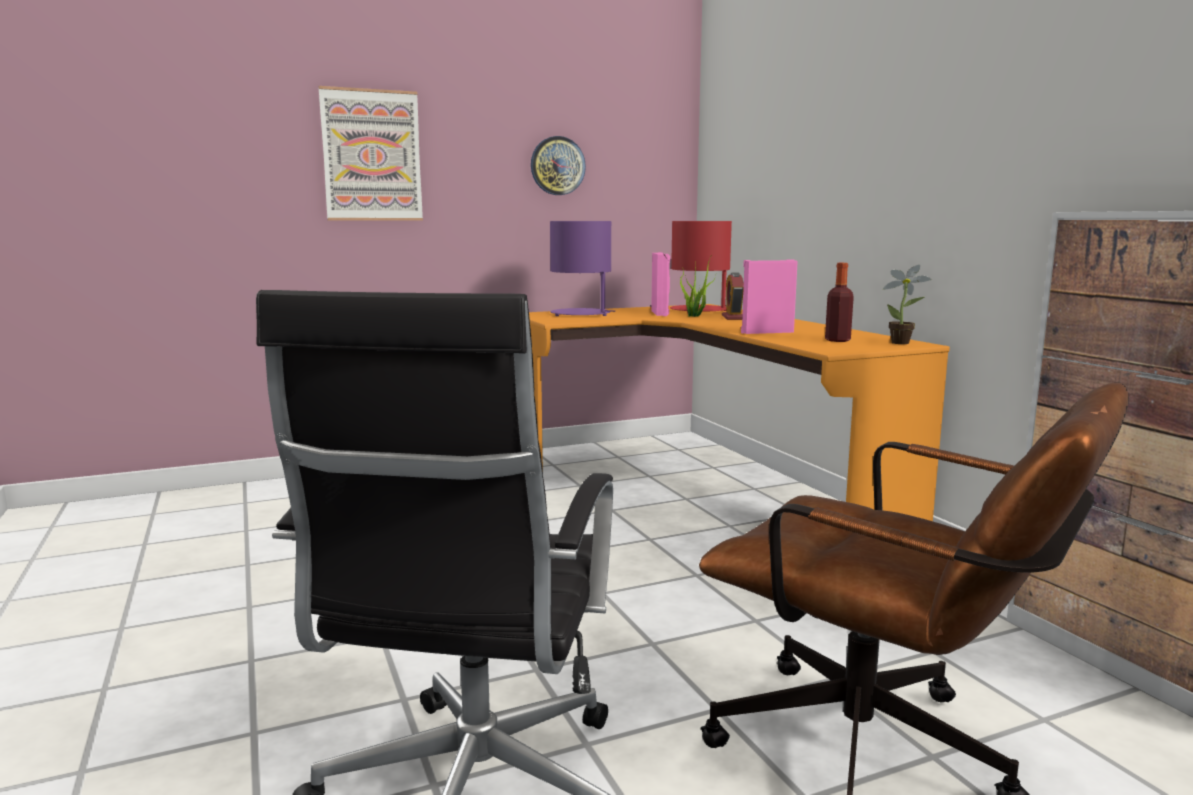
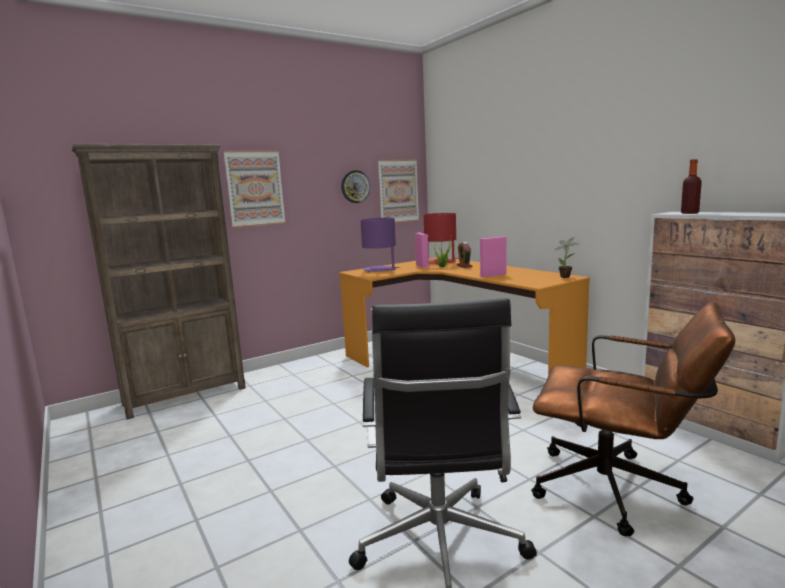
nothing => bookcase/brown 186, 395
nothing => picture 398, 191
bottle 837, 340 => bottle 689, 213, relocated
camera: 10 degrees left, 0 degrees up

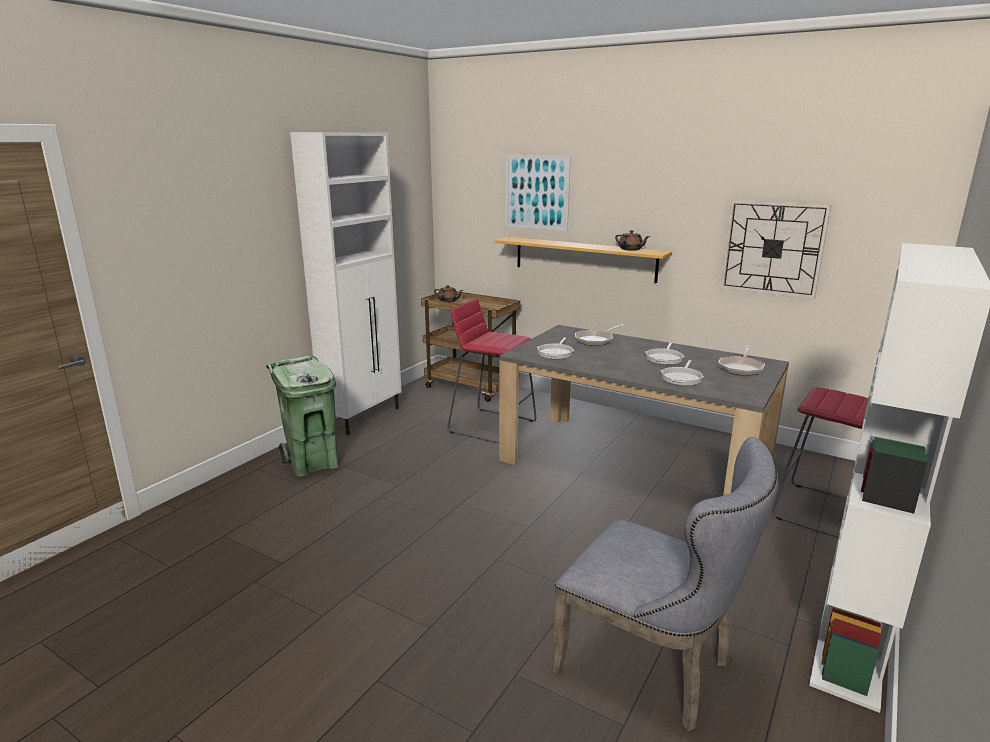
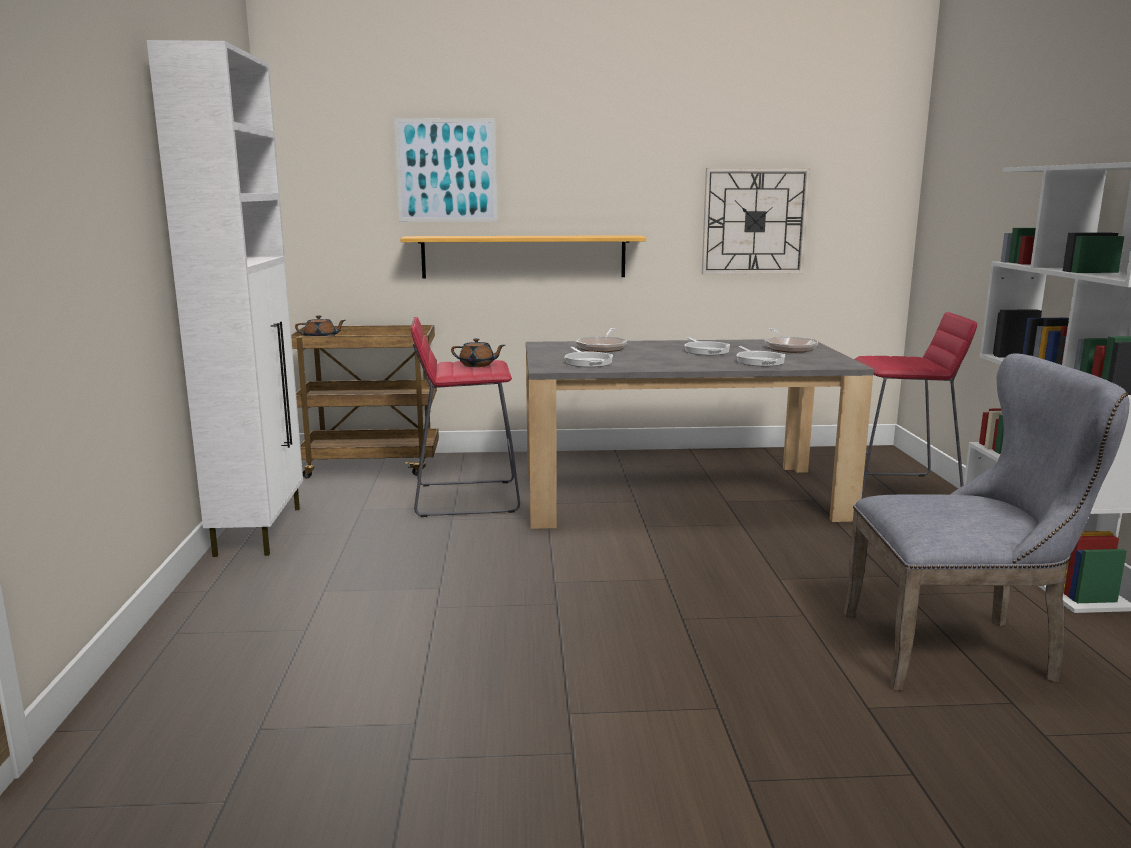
teapot/brown 630, 249 => teapot/brown 478, 365, relocated
trash can/green 312, 463 => nothing
camera: 35 degrees left, 5 degrees down

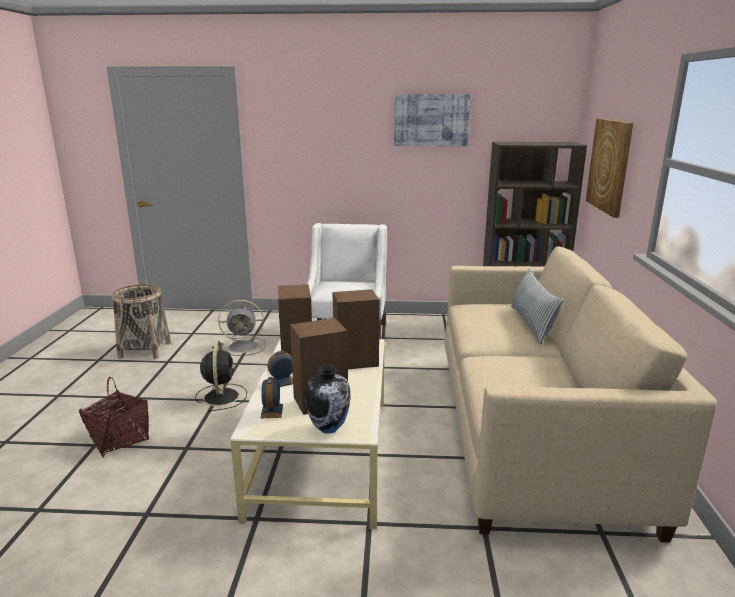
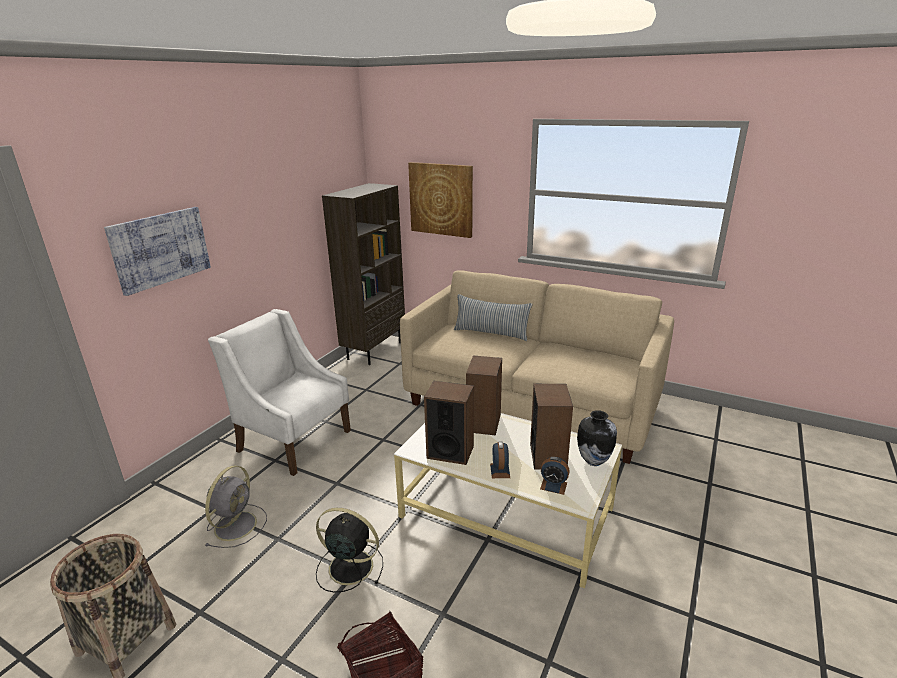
picture 431, 120 => picture 160, 249, relocated
camera: 65 degrees left, 5 degrees up

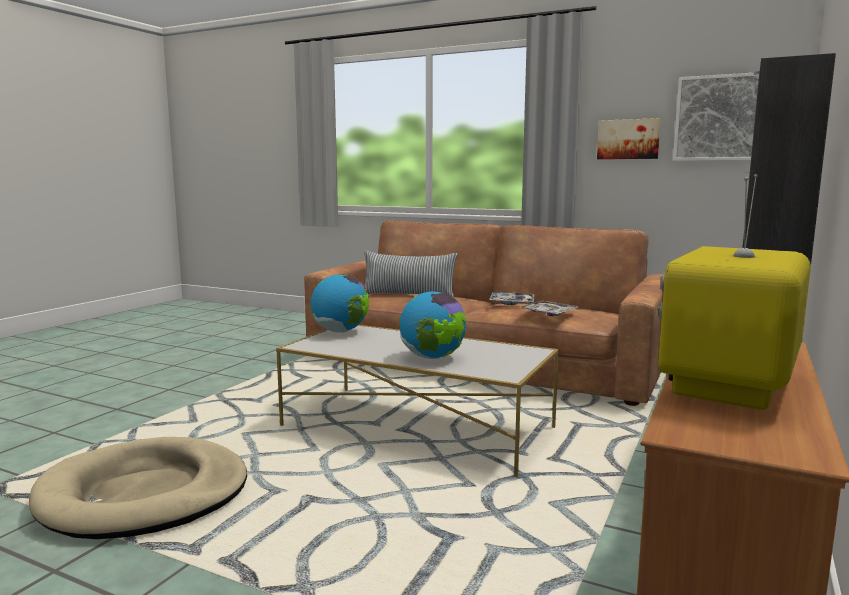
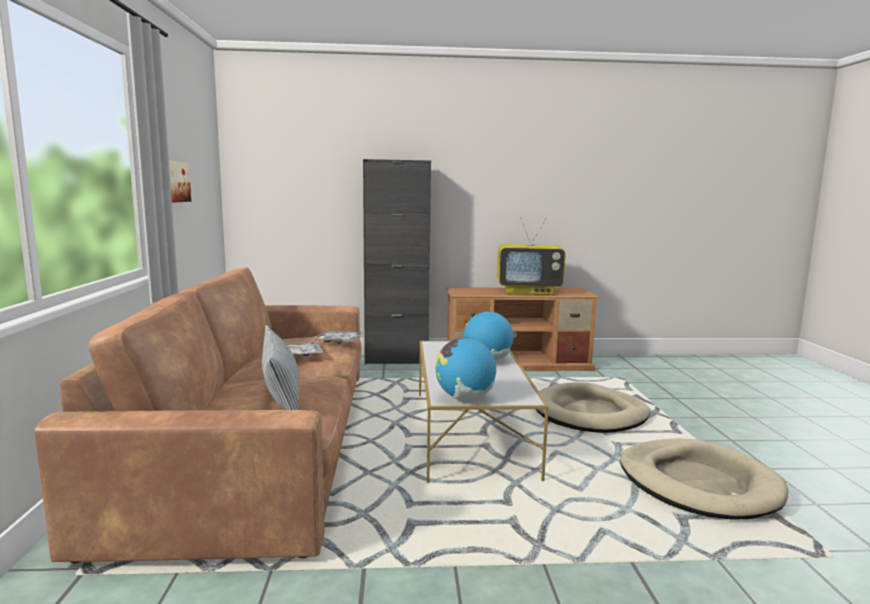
nothing => dog bed/beige 589, 413
picture 720, 118 => nothing
camera: 120 degrees left, 0 degrees up

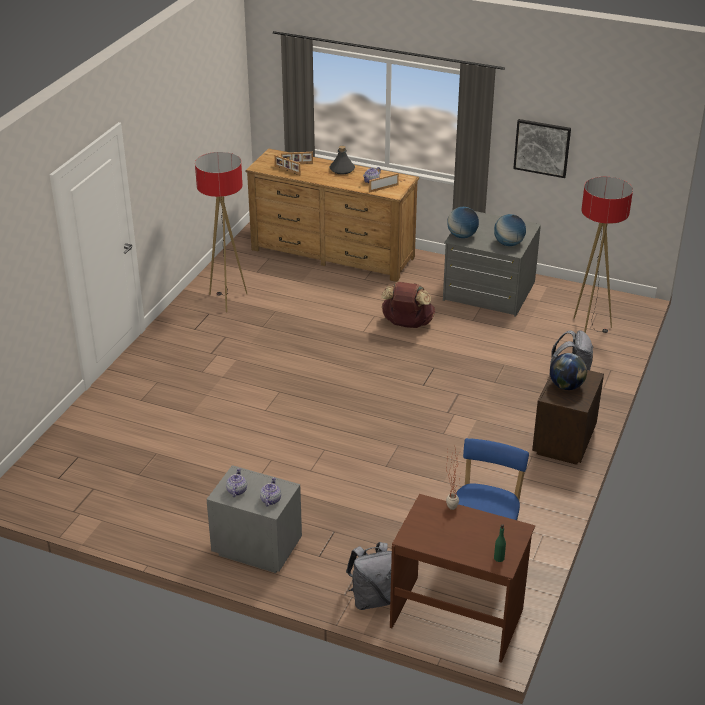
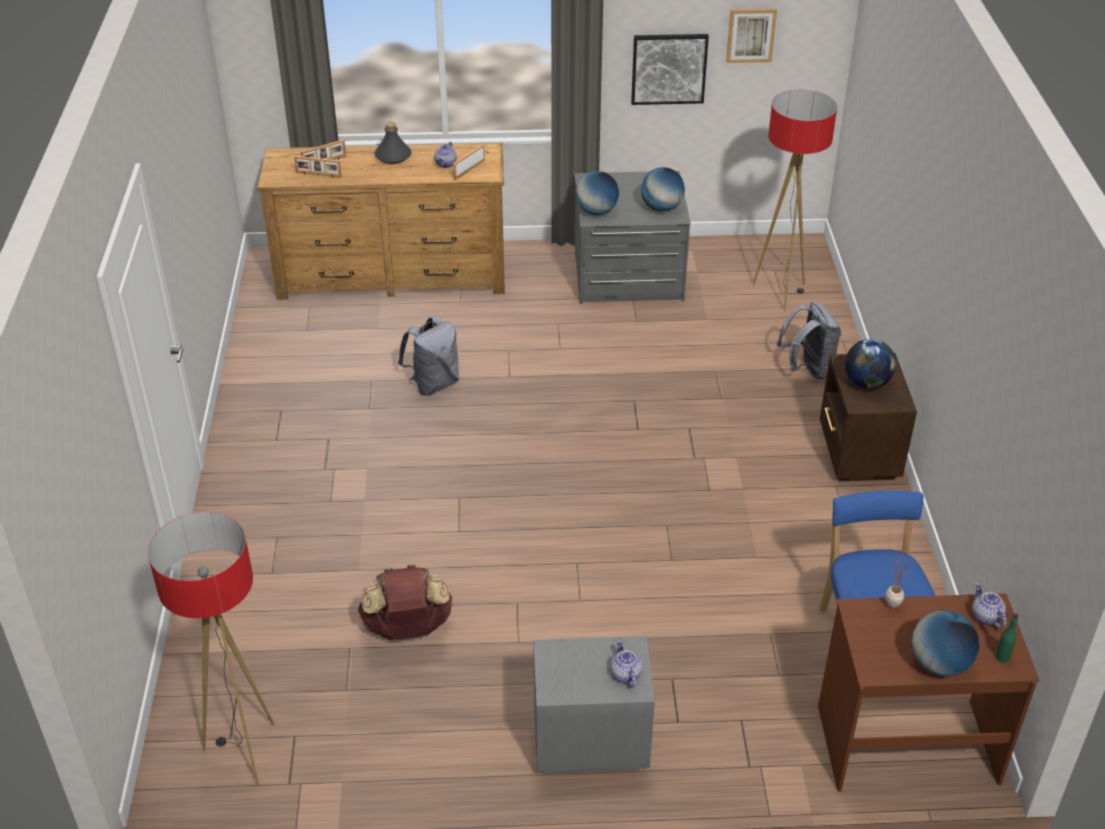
floor lamp 227, 300 => floor lamp 244, 752, relocated
backpack/brown 407, 324 => backpack/brown 408, 629, relocated
backpack/grey 372, 599 => backpack/grey 433, 384, relocated
nothing => picture 750, 34
nothing => globe 939, 664
teapot 236, 490 => teapot 985, 616, relocated
camera: 25 degrees left, 5 degrees up

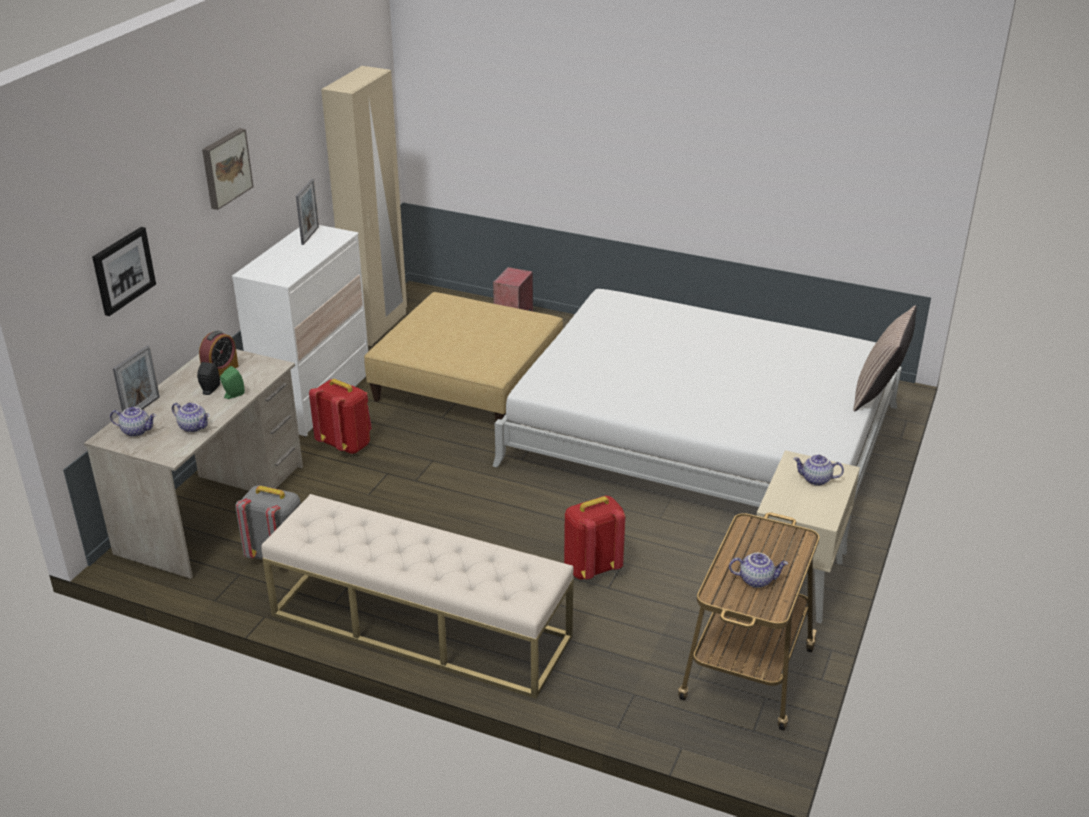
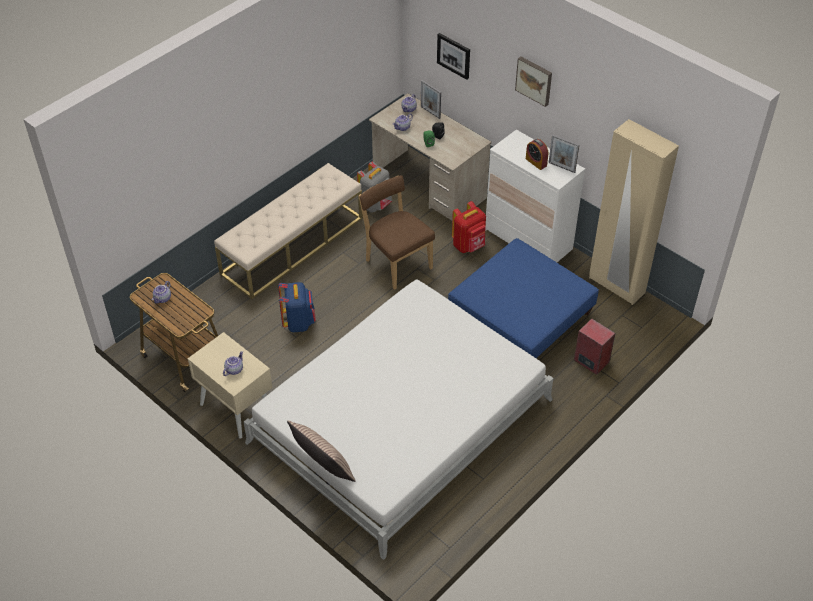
backpack/red 591, 568 => backpack/blue 298, 322
nothing => chair/brown 396, 262
ottoman/beige 467, 382 => ottoman/blue 520, 316
alarm clock 220, 371 => alarm clock 536, 162, relocated
camera: 110 degrees right, 15 degrees up

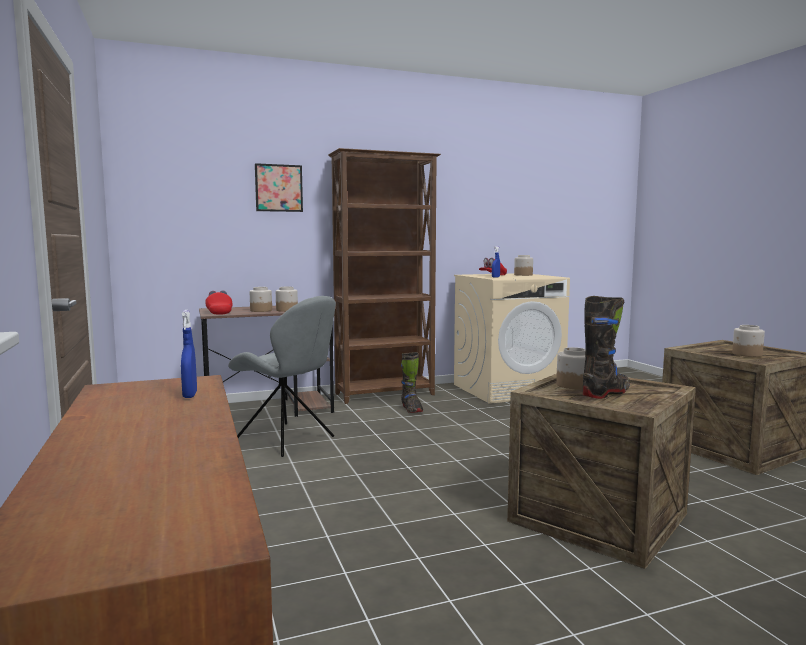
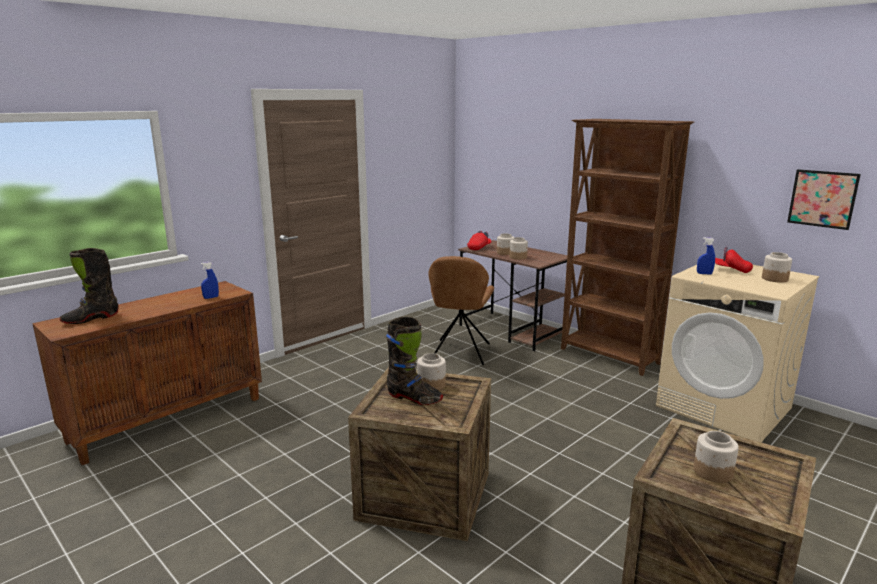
boot/black 411, 409 => boot/black 91, 319, relocated
chair/grey 286, 440 => chair/brown 460, 353
picture 279, 188 => picture 822, 199, relocated
camera: 65 degrees right, 10 degrees up

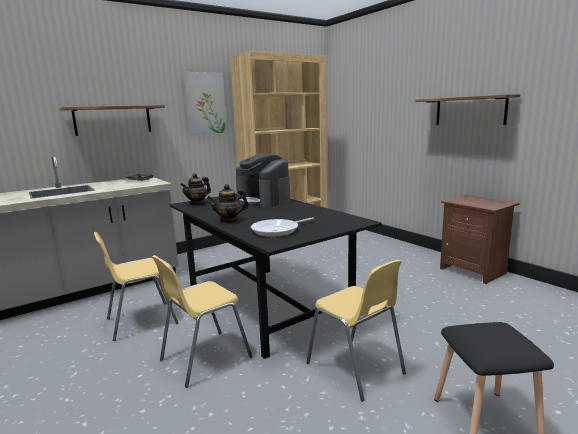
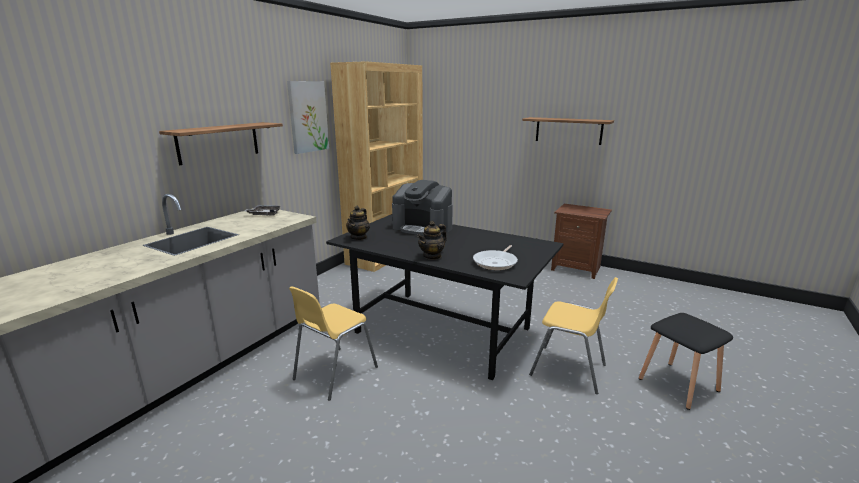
chair/yellow 204, 358 => nothing
camera: 25 degrees left, 5 degrees up

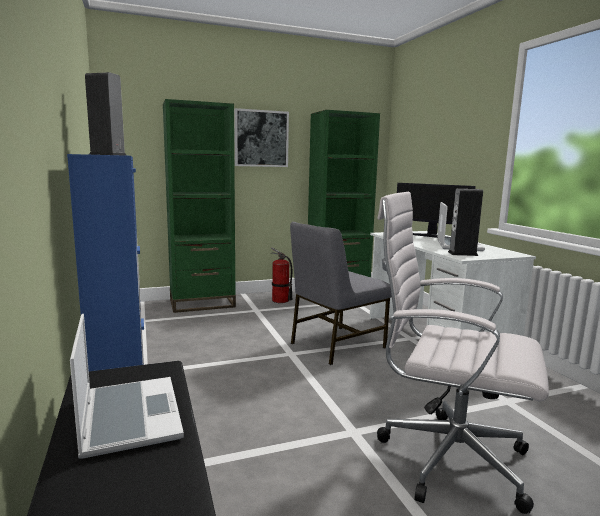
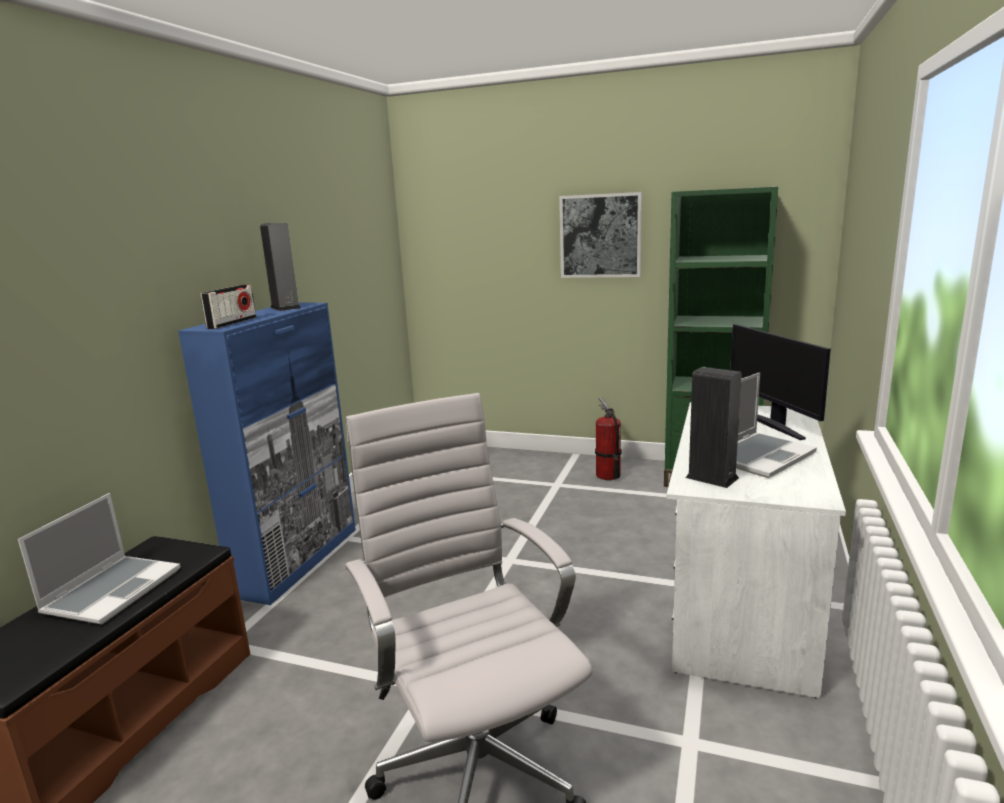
nothing => radio 232, 323
bookcase/green 202, 303 => nothing
chair/grey 335, 345 => nothing
camera: 40 degrees right, 5 degrees up

